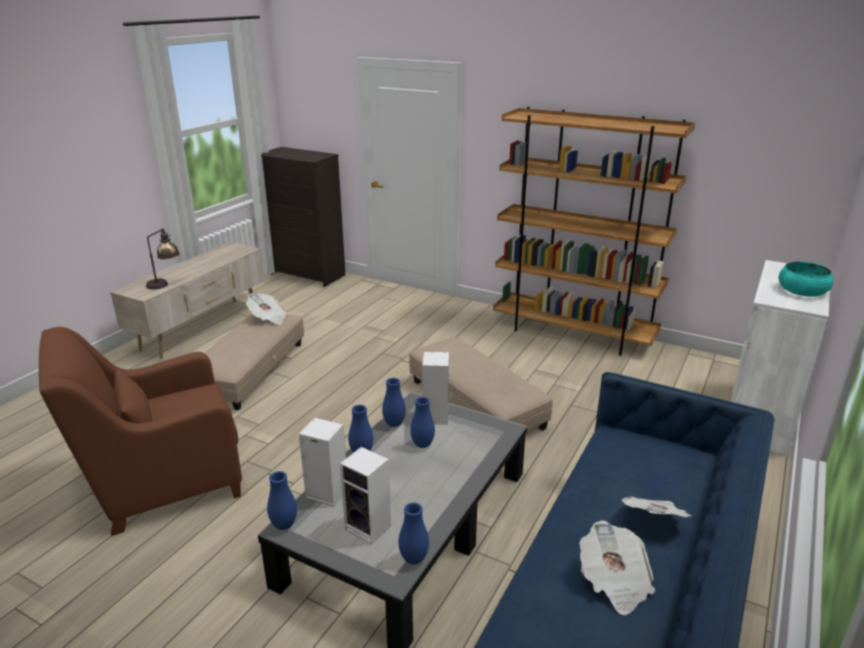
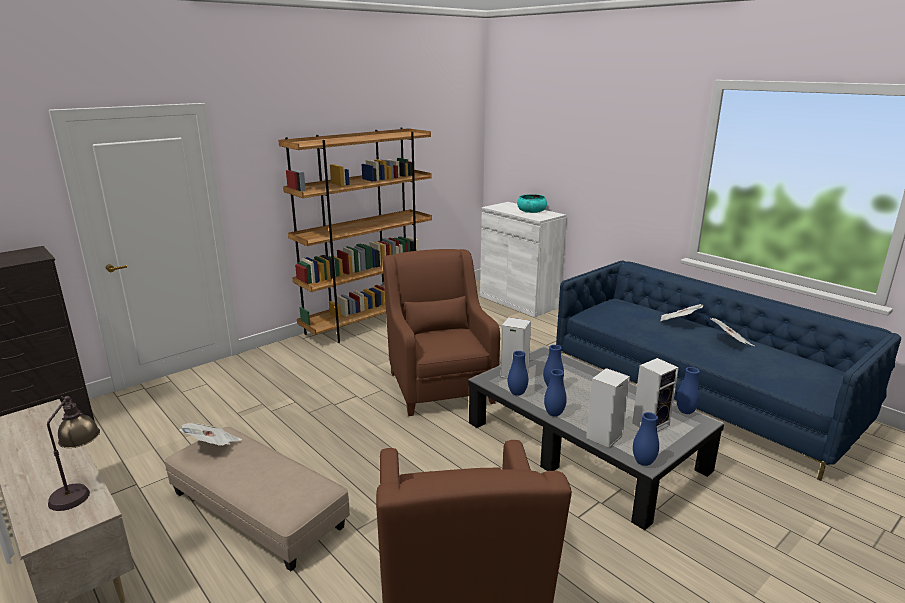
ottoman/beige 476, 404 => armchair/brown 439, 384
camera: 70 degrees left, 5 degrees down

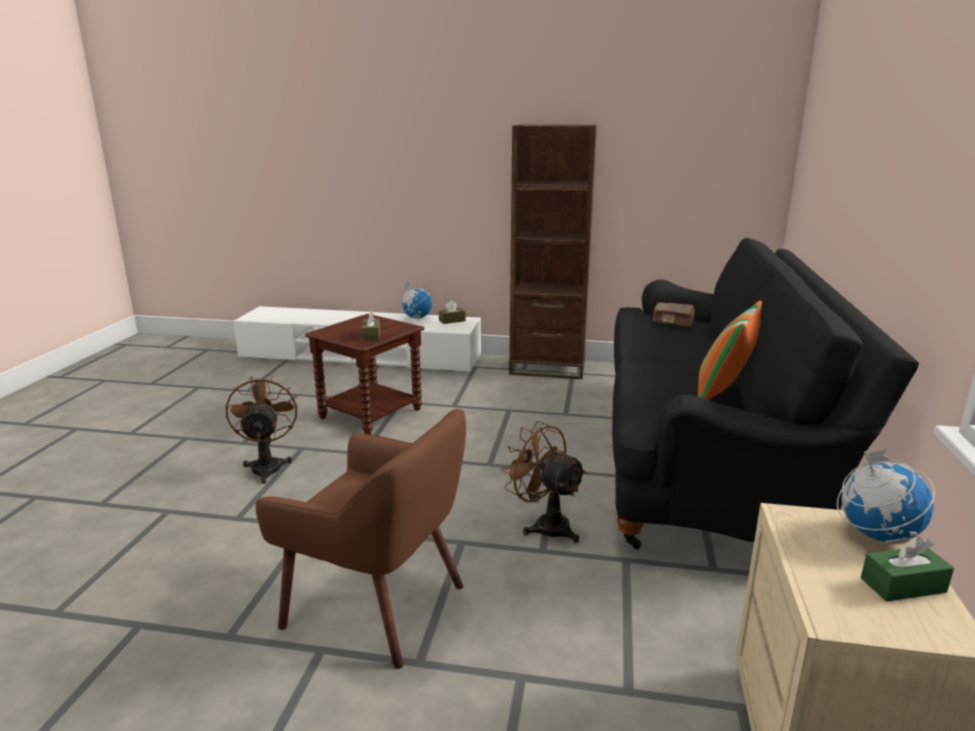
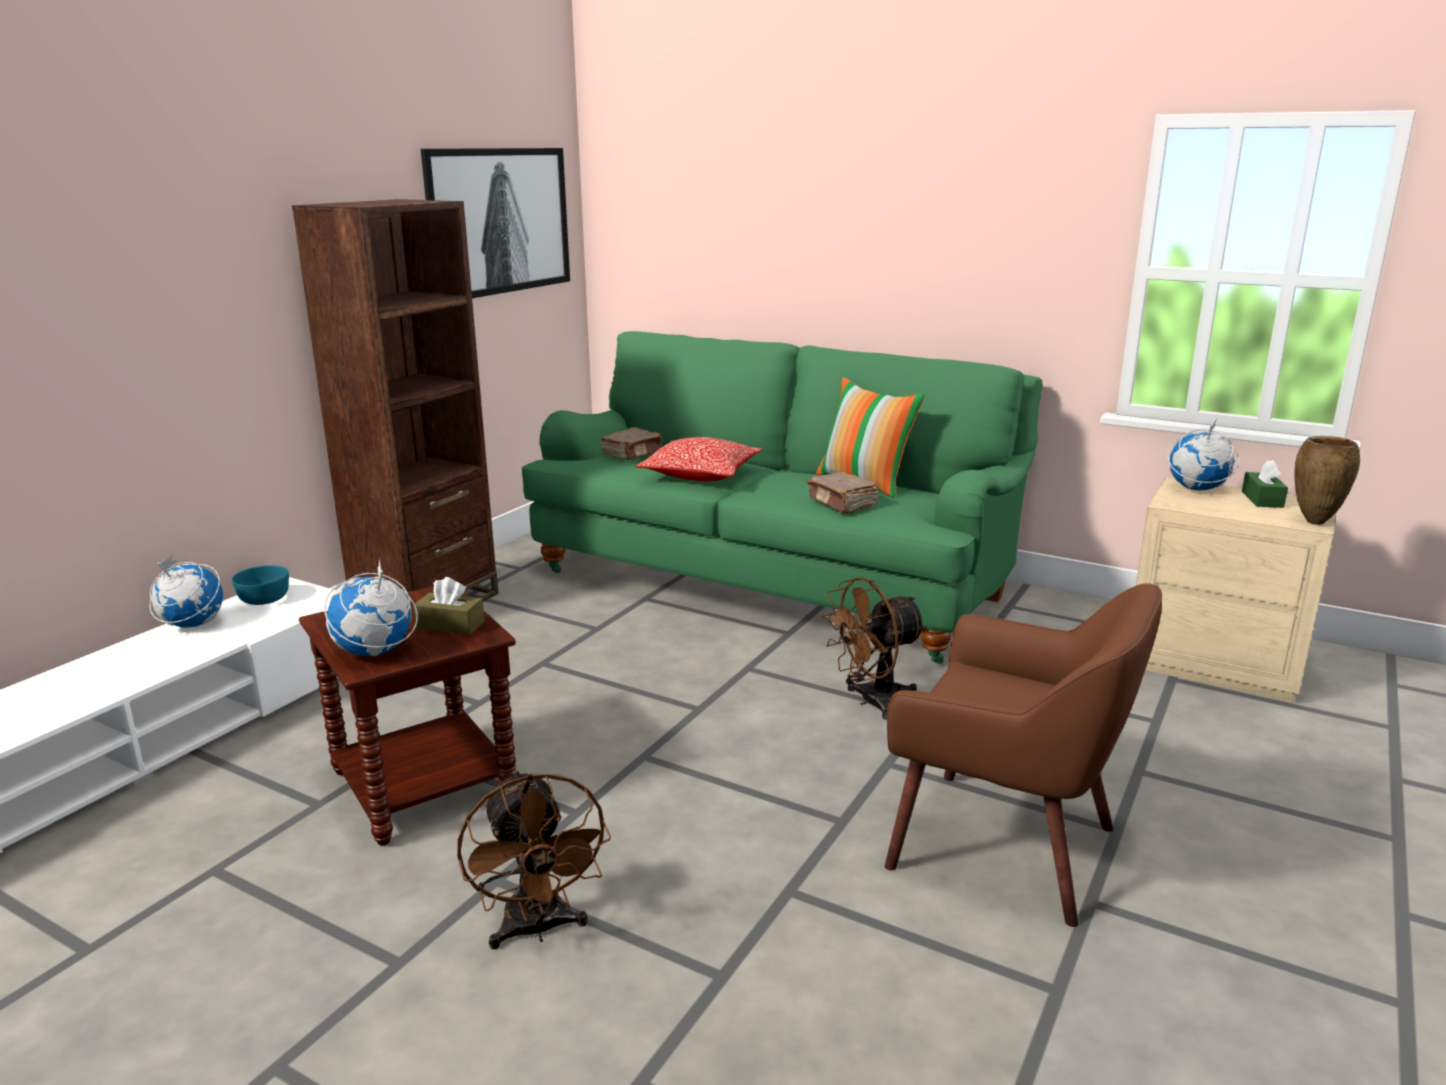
tissue box/brown 452, 321 => bowl/turquoise 265, 599
nothing => globe 374, 653
nothing => picture 500, 221
fan/brown 267, 465 => fan/brown 537, 929, 120 degrees counterclockwise
sofa/black 706, 455 => sofa/green 772, 582
nothing => pillow 700, 475
nothing => book/brown 842, 504
armchair/brown 378, 605 => armchair/brown 1006, 846, 75 degrees clockwise
nothing => vase/brown 1313, 522
camera: 70 degrees left, 0 degrees up

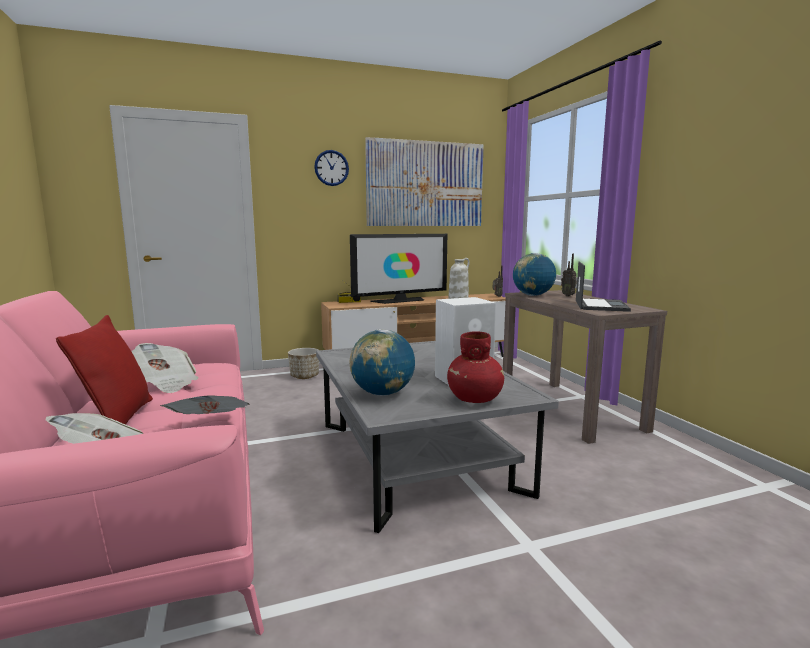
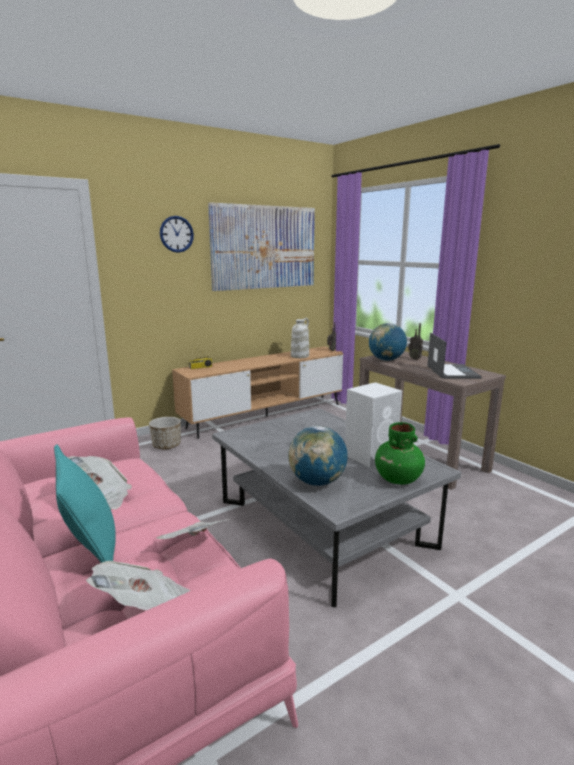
pillow/red 119, 420 => pillow/turquoise 92, 551
vase/red 475, 399 => vase/green 398, 479
television 400, 300 => nothing
camera: 15 degrees left, 5 degrees up

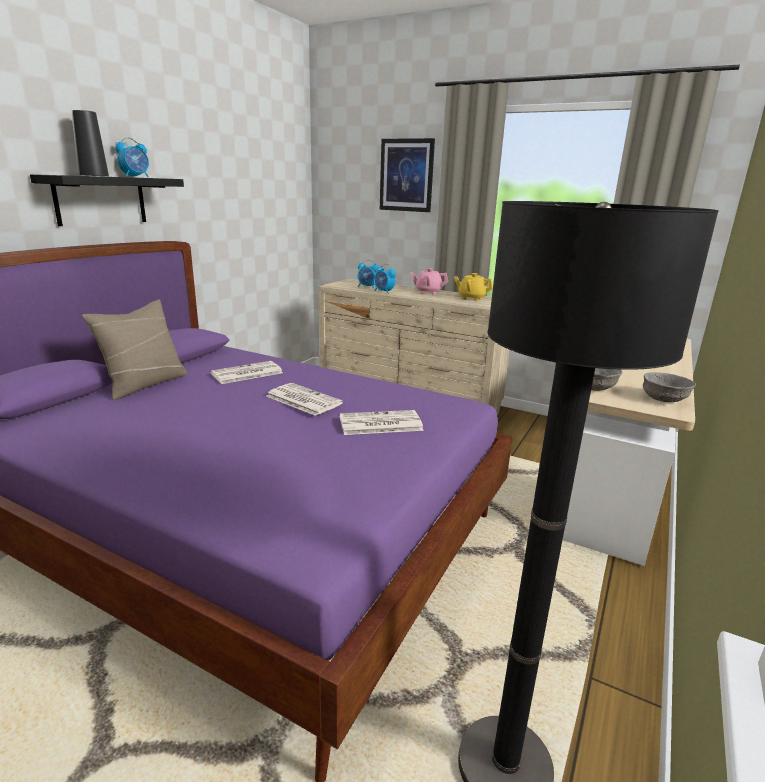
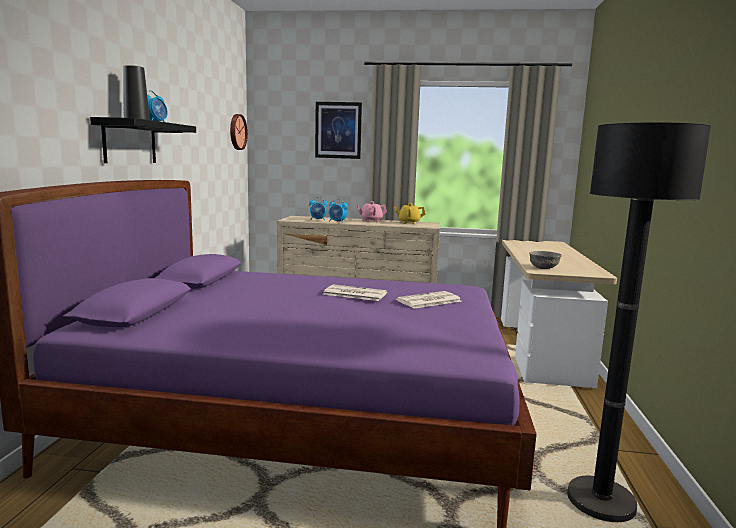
nothing => wall clock 237, 132
pillow/beige 145, 384 => nothing
newspaper 246, 373 => nothing
bowl/grey 663, 400 => nothing
camera: 20 degrees left, 10 degrees down

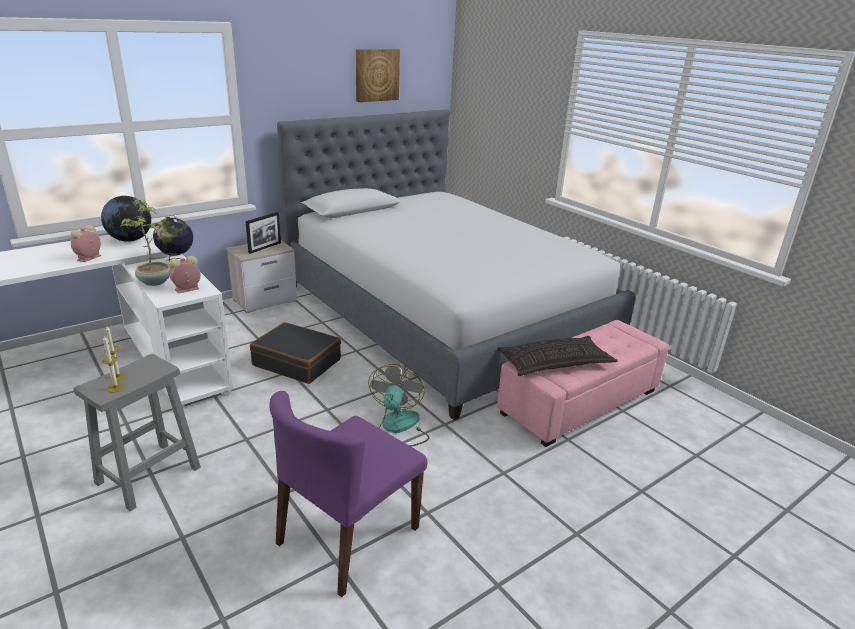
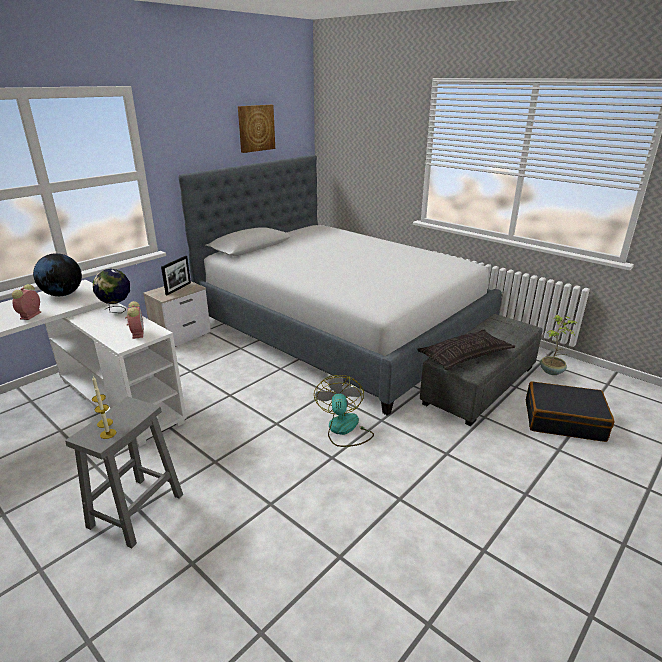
alarm clock 186, 289 => alarm clock 137, 333, 120 degrees clockwise
ottoman/pink 579, 401 => ottoman/grey 479, 384
suitcase/black 297, 362 => suitcase/black 564, 420, relocated
potted plant 155, 282 => potted plant 552, 371, relocated
chair/purple 348, 536 => nothing
camera: 10 degrees left, 0 degrees up

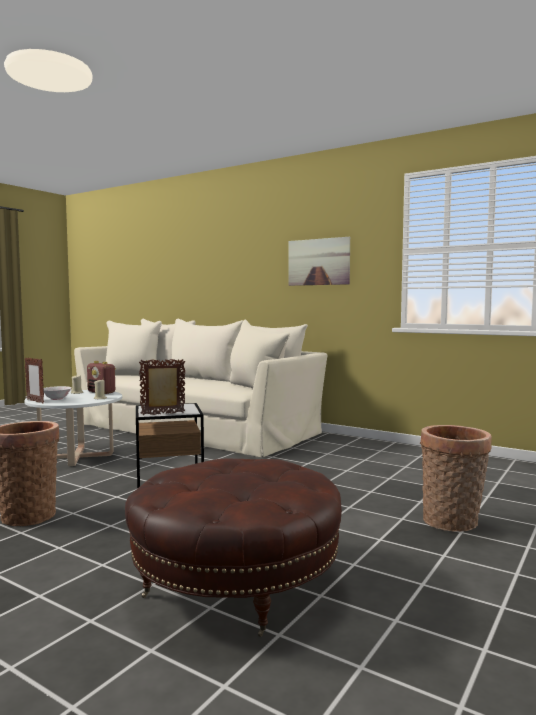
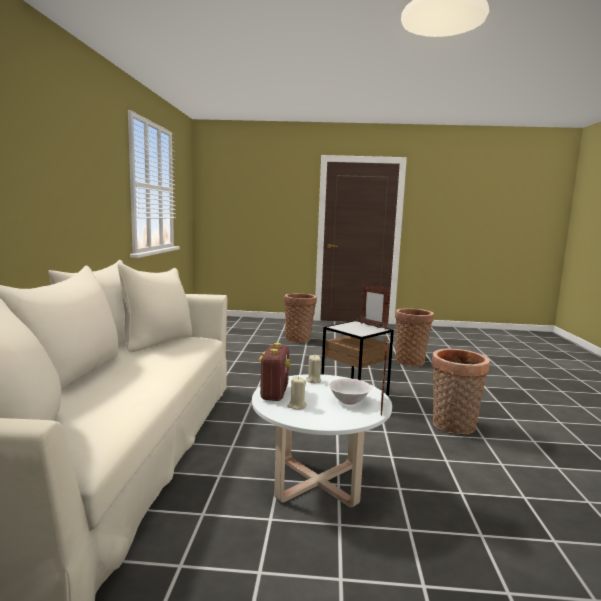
ottoman/brown 236, 582 => basket 410, 361
picture 318, 262 => nothing
camera: 120 degrees left, 5 degrees up

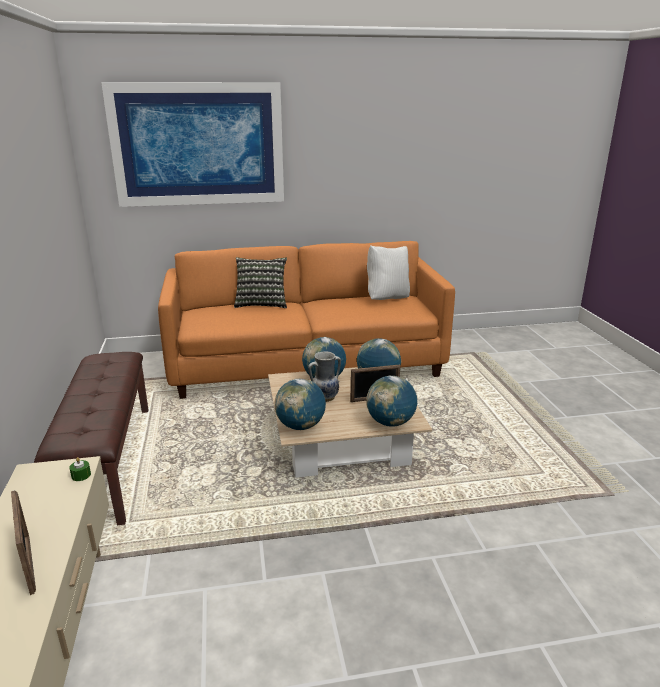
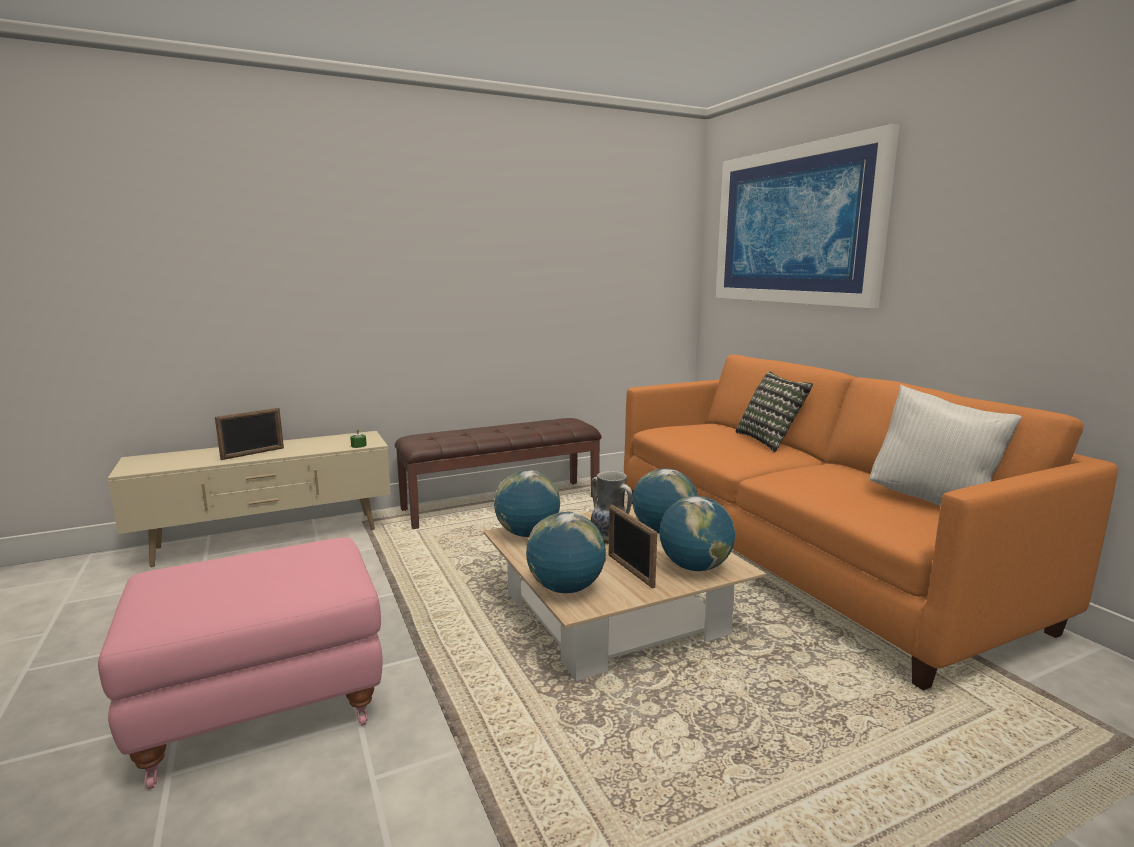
nothing => ottoman/pink 264, 705
camera: 75 degrees right, 10 degrees down

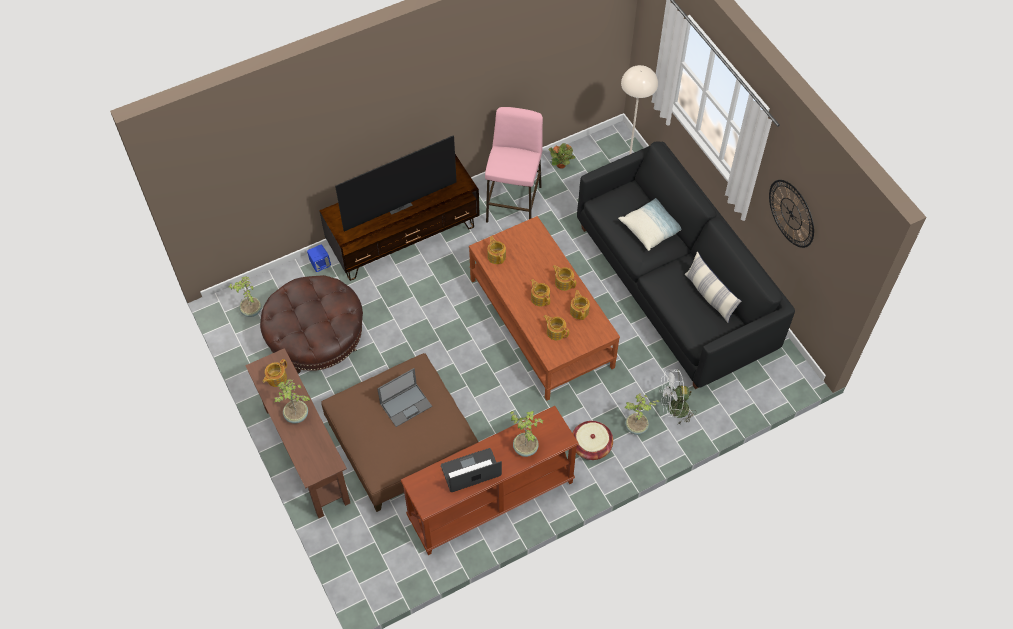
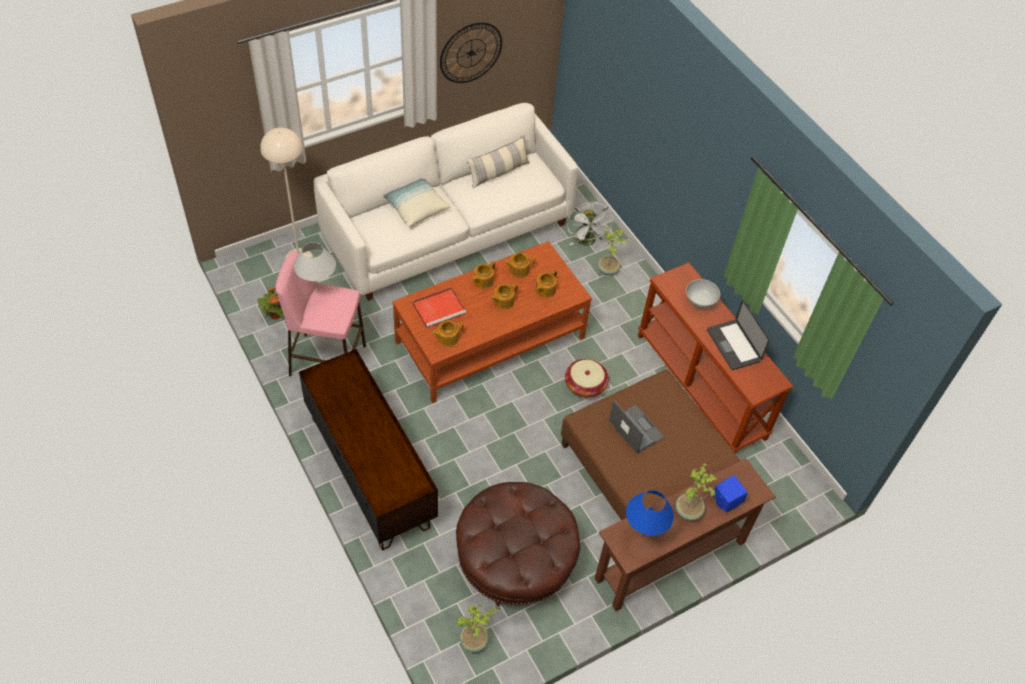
nothing => table lamp/white 318, 293
sofa/black 674, 287 => sofa/white 447, 230
nothing => tray/red 439, 308
basket 591, 446 => basket 585, 385, relocated
teapot 276, 378 => table lamp/blue 642, 536
potted plant 525, 447 => bowl/white 700, 301
speaker/blue 320, 264 => speaker/blue 726, 501, relocated
television 398, 204 => nothing
camera: 95 degrees left, 5 degrees down

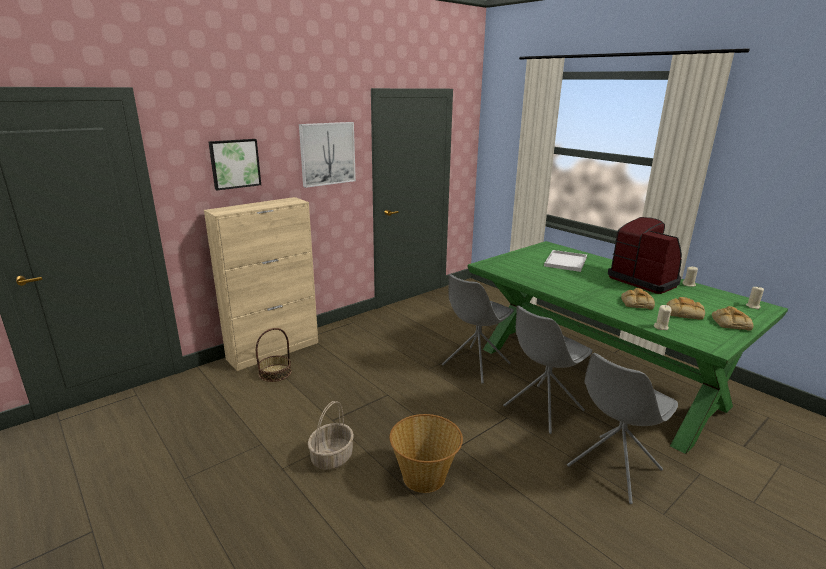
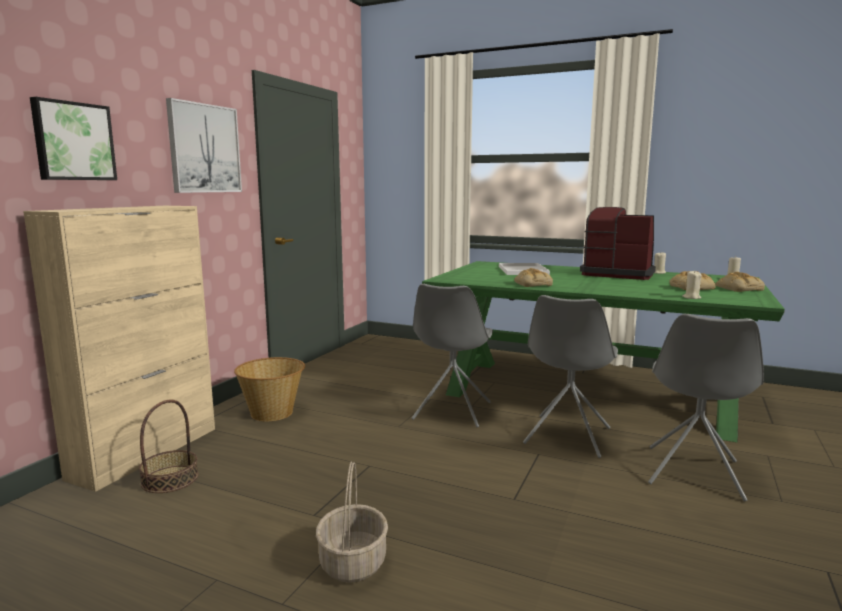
basket 425, 477 => basket 272, 413, relocated
bread 636, 303 => bread 532, 284, relocated
camera: 25 degrees left, 10 degrees down

